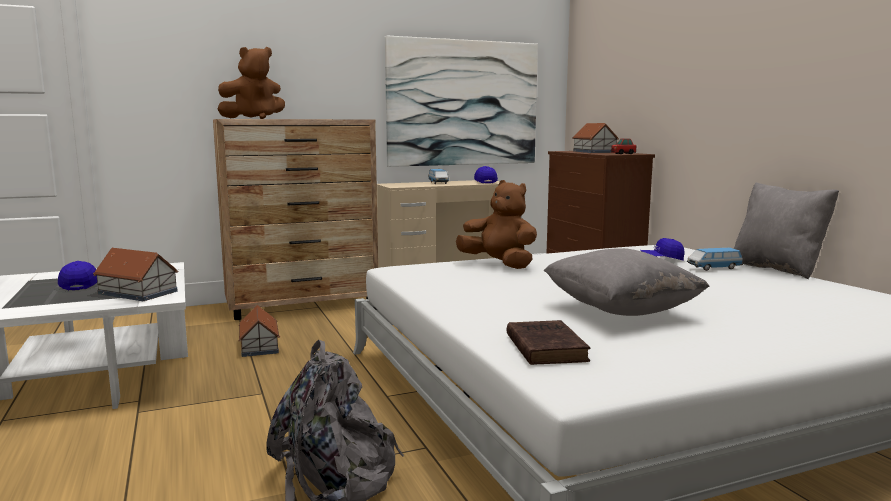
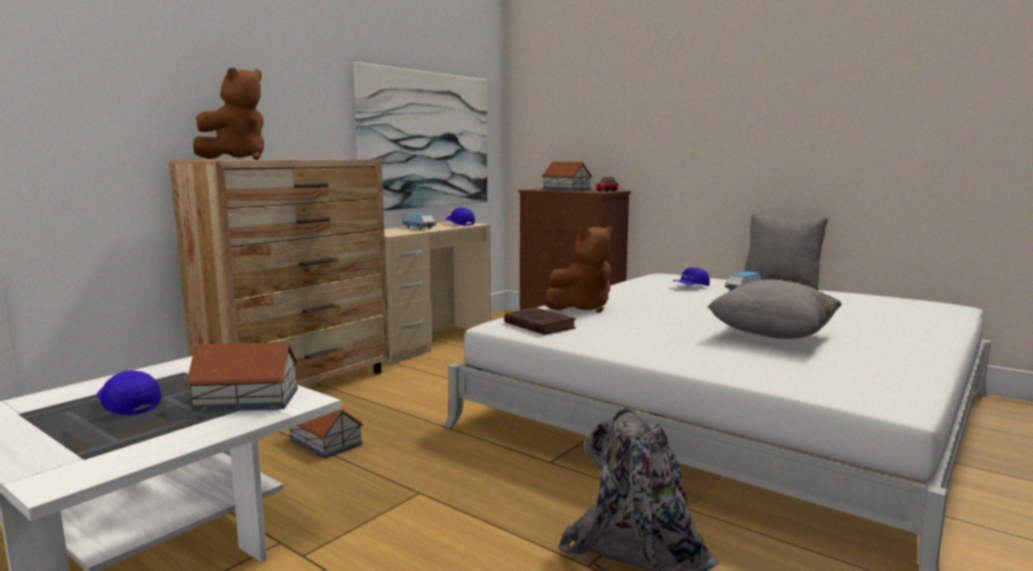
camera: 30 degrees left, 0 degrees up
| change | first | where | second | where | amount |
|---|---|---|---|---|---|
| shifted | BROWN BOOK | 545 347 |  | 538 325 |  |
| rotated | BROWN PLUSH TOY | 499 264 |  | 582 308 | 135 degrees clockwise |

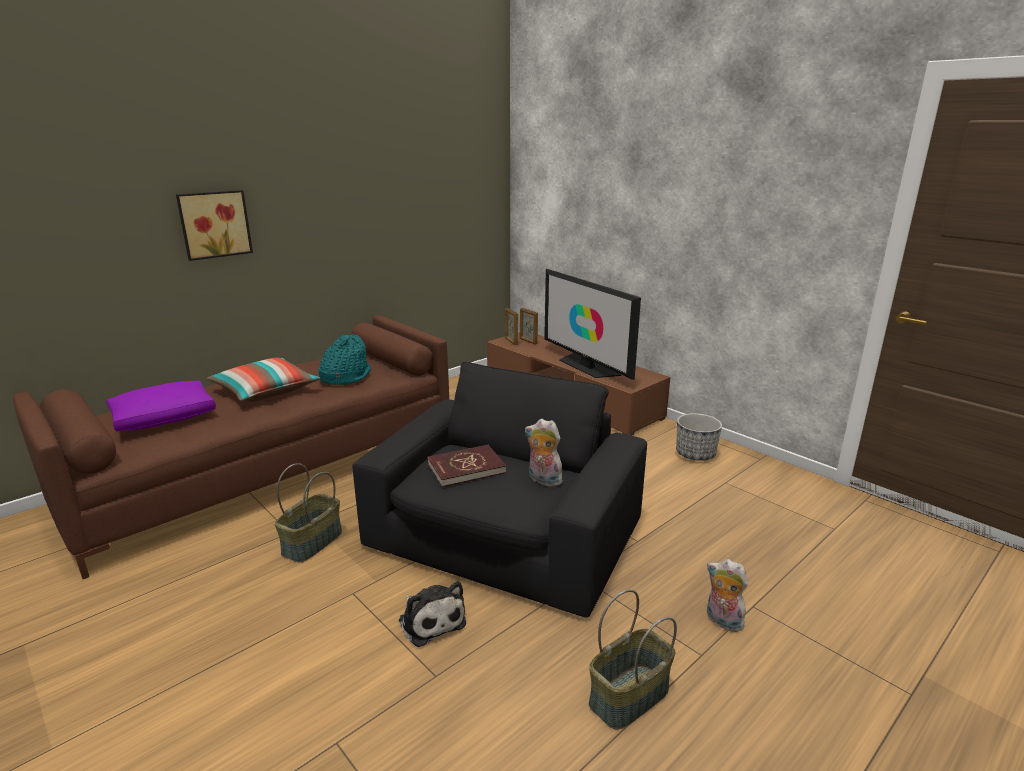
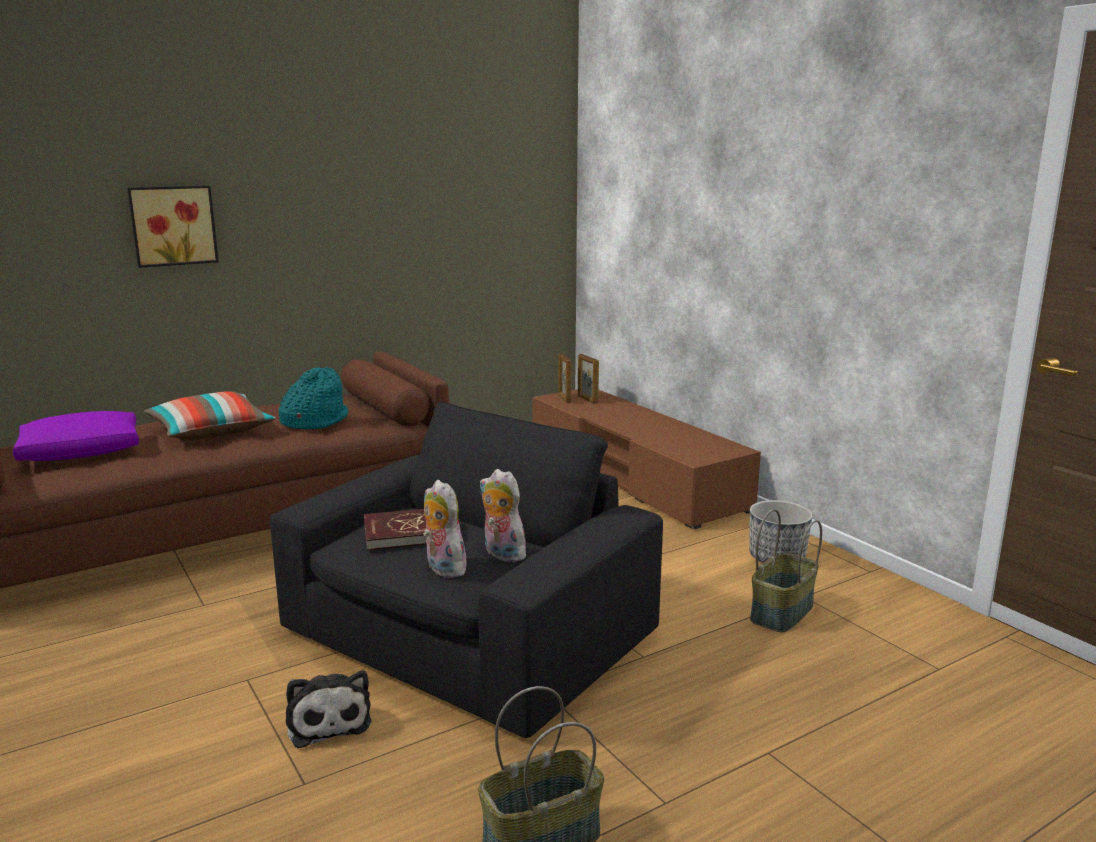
camera: 10 degrees right, 5 degrees down
| change | first | where | second | where | amount |
|---|---|---|---|---|---|
| shifted | PLUSH TOY | 722 621 |  | 442 568 |  |
| shifted | BASKET | 312 543 |  | 782 613 |  |
| gone | TELEVISION | 586 366 |  |  |  |

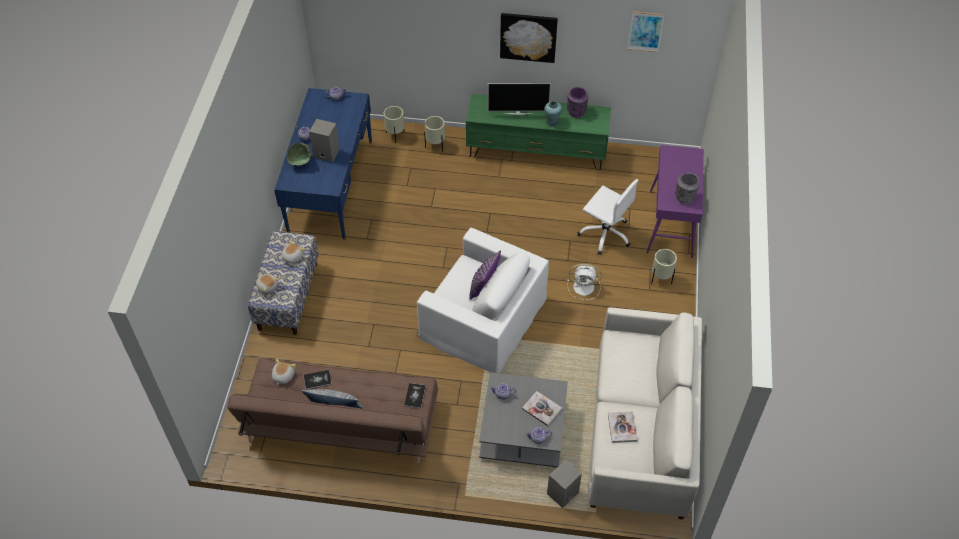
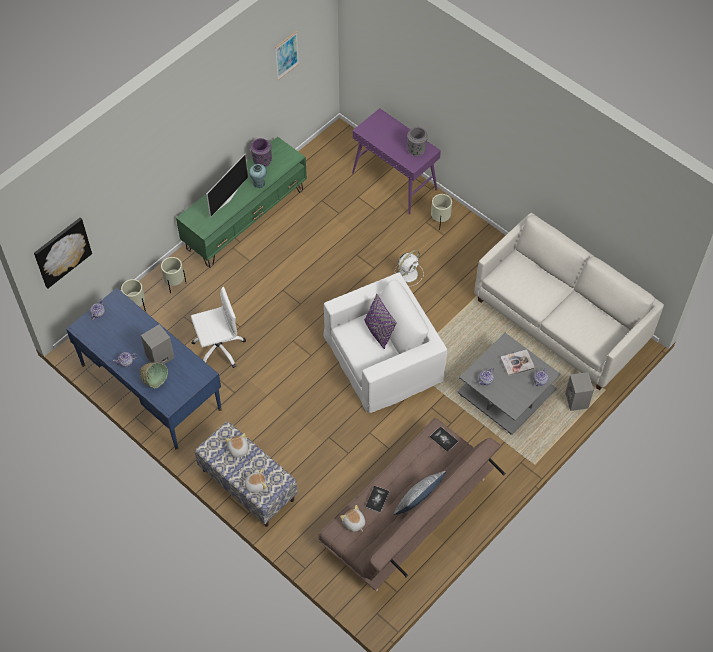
camera: 55 degrees left, 5 degrees up
| change | first | where | second | where | amount |
|---|---|---|---|---|---|
| shifted | PICTURE | 528 37 |  | 62 252 |  |
| shifted | WHITE OFFICE CHAIR | 605 234 |  | 218 348 |  |
| gone | BOOK | 622 427 |  |  |  |

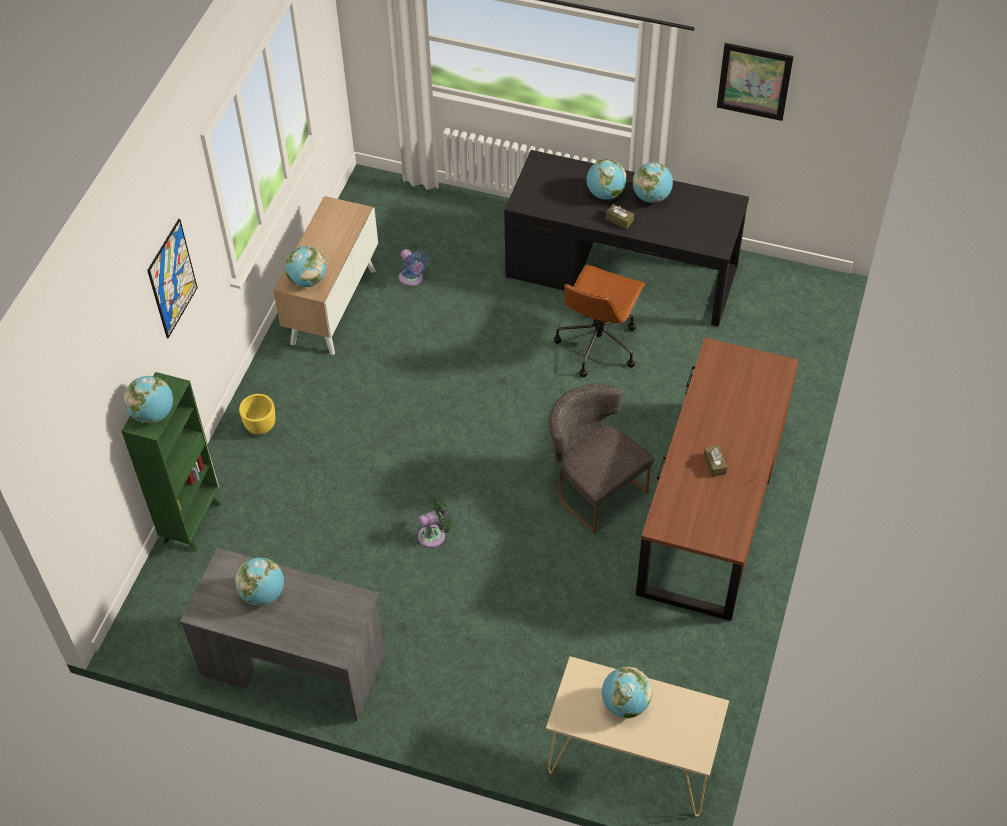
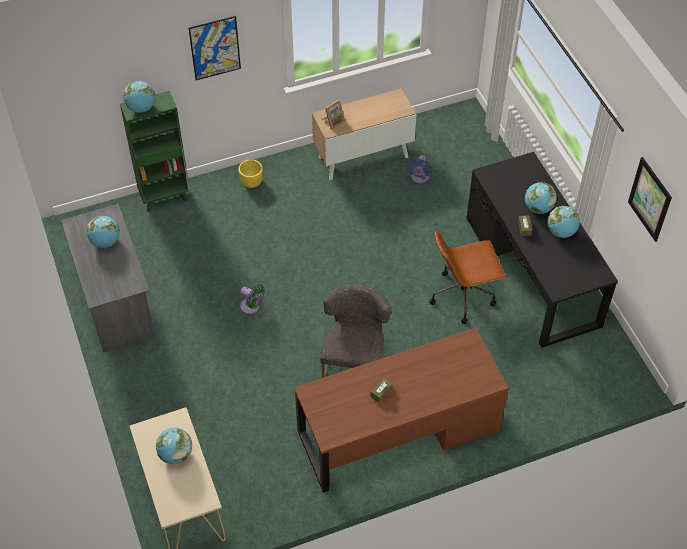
camera: 50 degrees right, 0 degrees up
| change | first | where | second | where | amount |
|---|---|---|---|---|---|
| swapped | GLOBE | 307 280 | PICTURE FRAME | 333 122 |  |

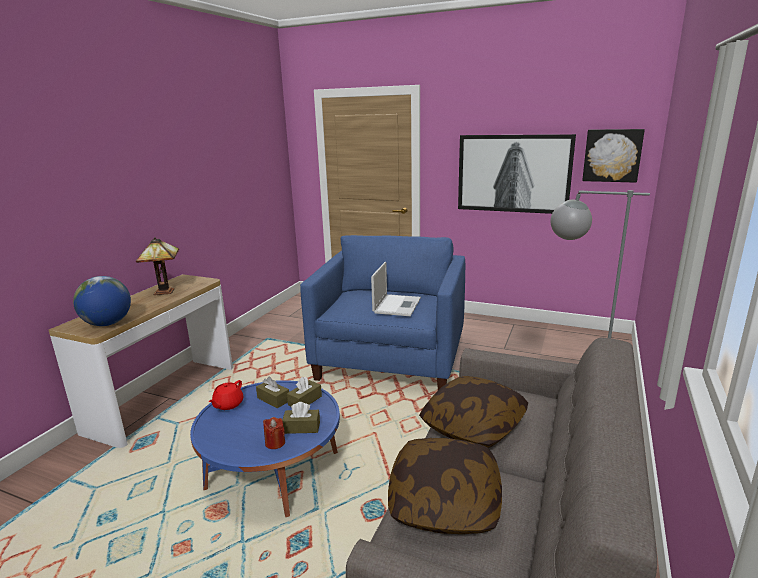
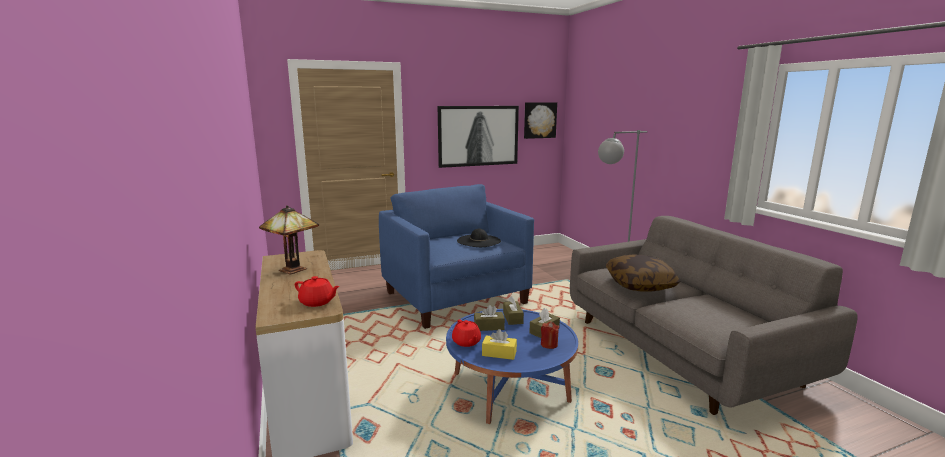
camera: 45 degrees left, 5 degrees down
| change | first | where | second | where | amount |
|---|---|---|---|---|---|
| swapped | GLOBE | 108 324 | RED TEAPOT | 317 302 |  |
| swapped | LAPTOP | 397 305 | BLACK HAT | 478 241 |  |
| new |  |  | YELLOW TISSUE BOX | 499 353 |  |
| gone | PILLOW | 444 501 |  |  |  |

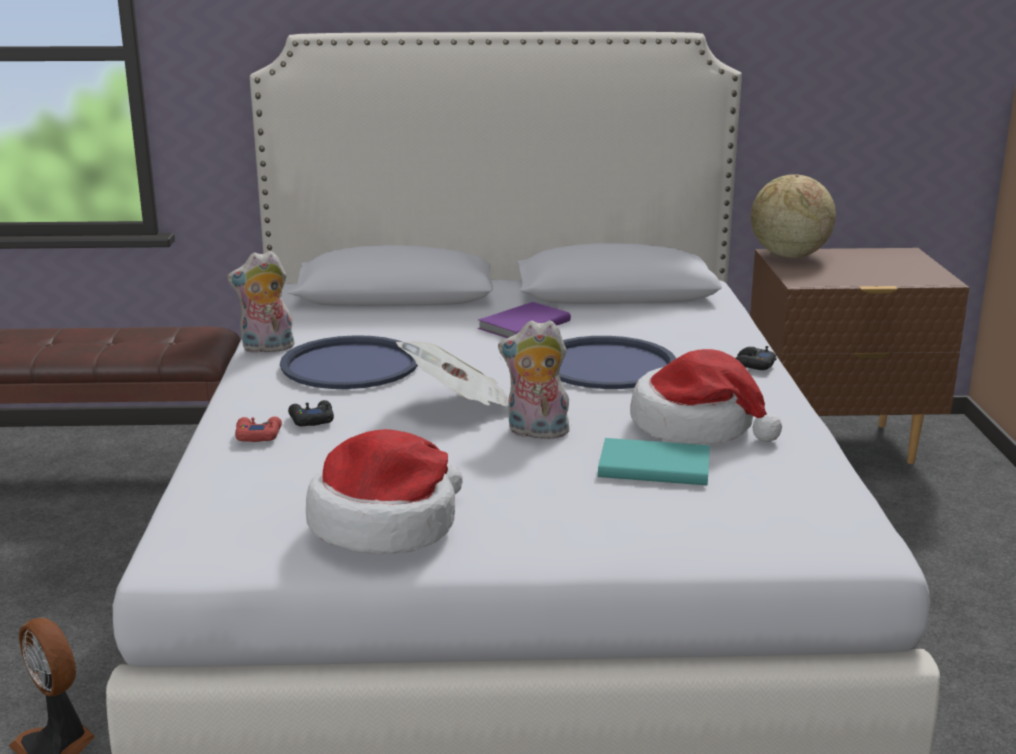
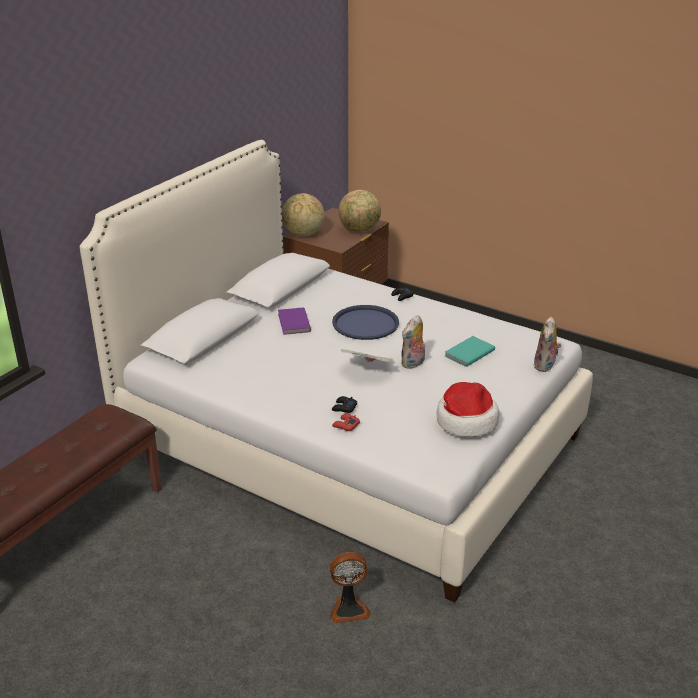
camera: 55 degrees left, 10 degrees up
| change | first | where | second | where | amount |
|---|---|---|---|---|---|
| new |  |  | GLOBE | 359 230 |  |
| shifted | PLUSH TOY | 267 349 |  | 545 366 |  |
| gone | BLUE TRAY | 350 365 |  |  |  |
| gone | HAT | 696 426 |  |  |  |

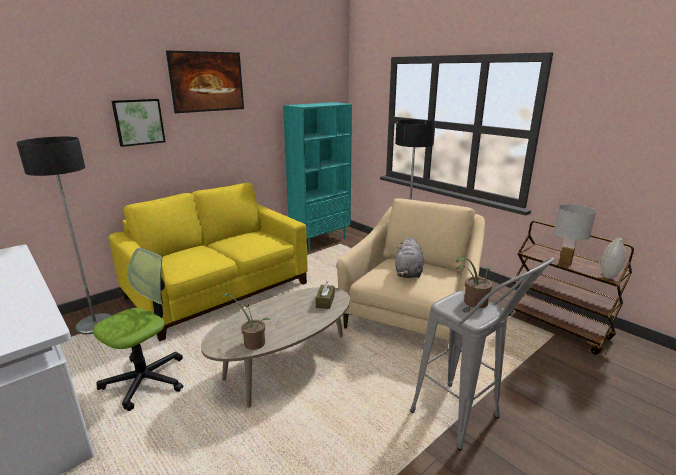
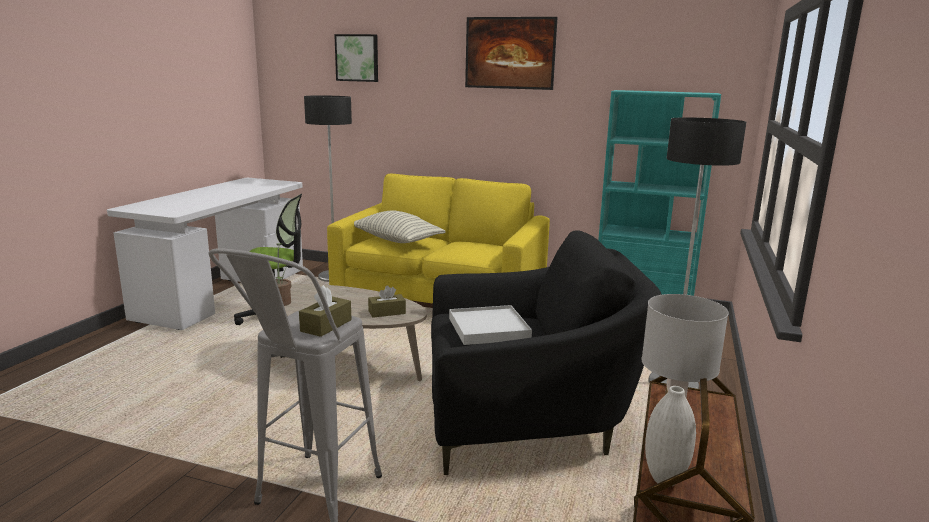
camera: 60 degrees right, 5 degrees down
| change | first | where | second | where | amount |
|---|---|---|---|---|---|
| swapped | POTTED PLANT | 472 303 | BROWN TISSUE BOX | 326 325 |  |
| shifted | PICTURE | 138 122 |  | 357 58 |  |
| new |  |  | PILLOW | 396 240 |  |
| repainted | BEIGE ARMCHAIR | 414 316 | BLACK ARMCHAIR | 524 419 |  |
| swapped | GREY PLUSH TOY | 408 273 | WHITE TRAY | 488 329 |  |

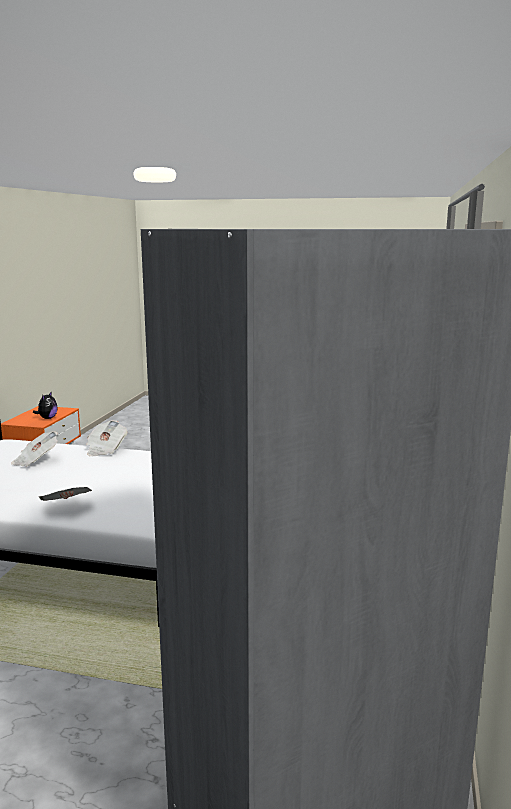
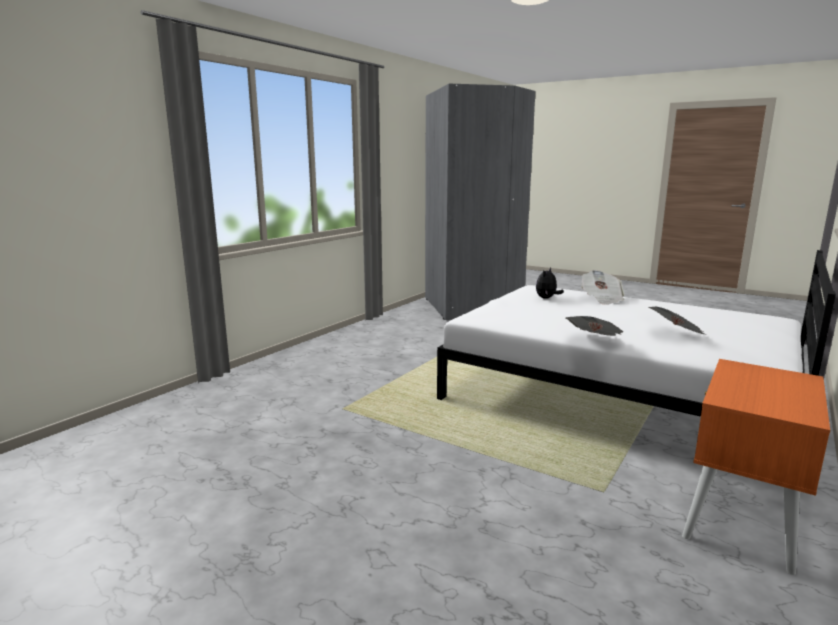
camera: 160 degrees left, 0 degrees up
| change | first | where | second | where | amount |
|---|---|---|---|---|---|
| shifted | PLUSH TOY | 47 418 |  | 547 298 |  |

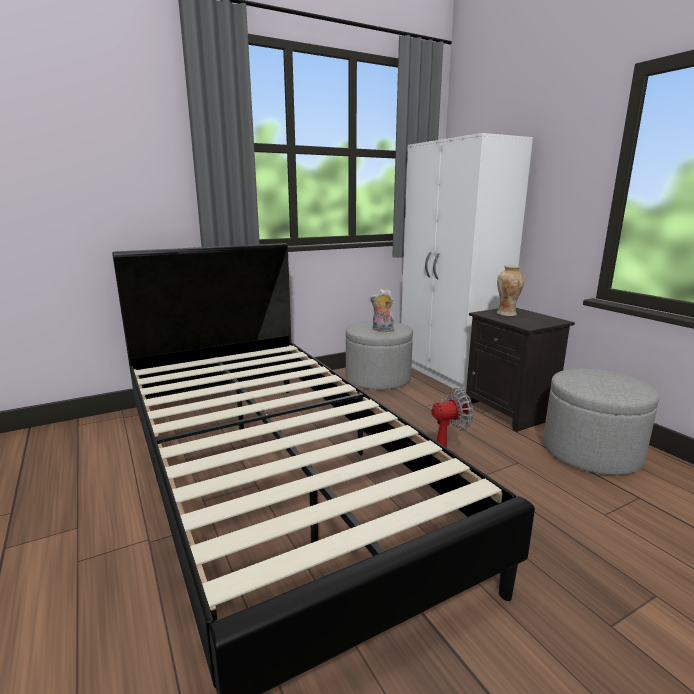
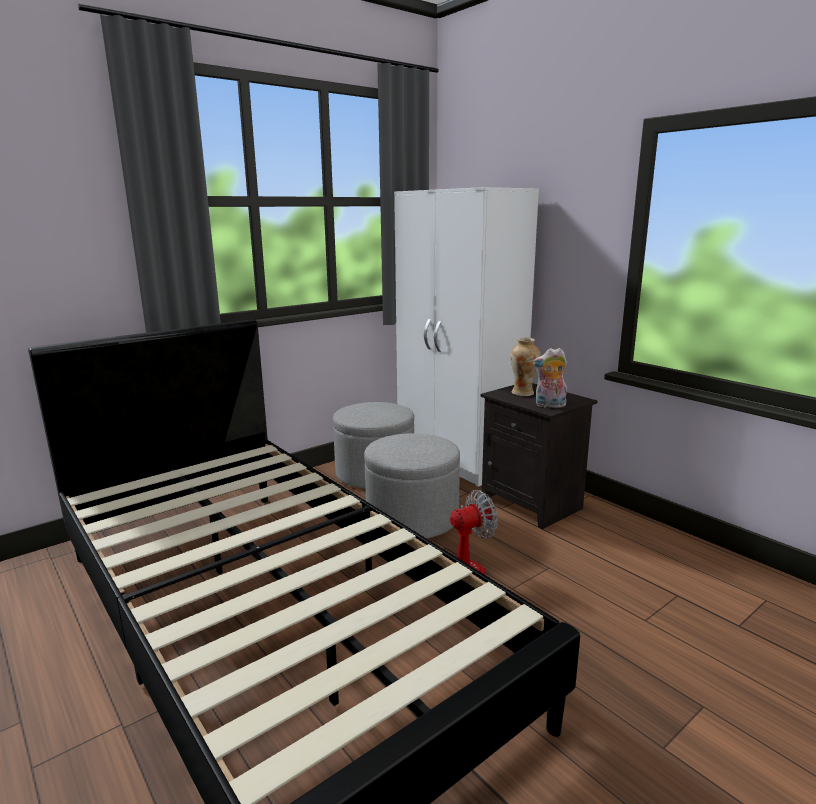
camera: 10 degrees left, 0 degrees up
| change | first | where | second | where | amount |
|---|---|---|---|---|---|
| shifted | GREY OTTOMAN | 591 452 |  | 412 518 |  |
| shifted | PLUSH TOY | 382 330 |  | 549 405 |  |

